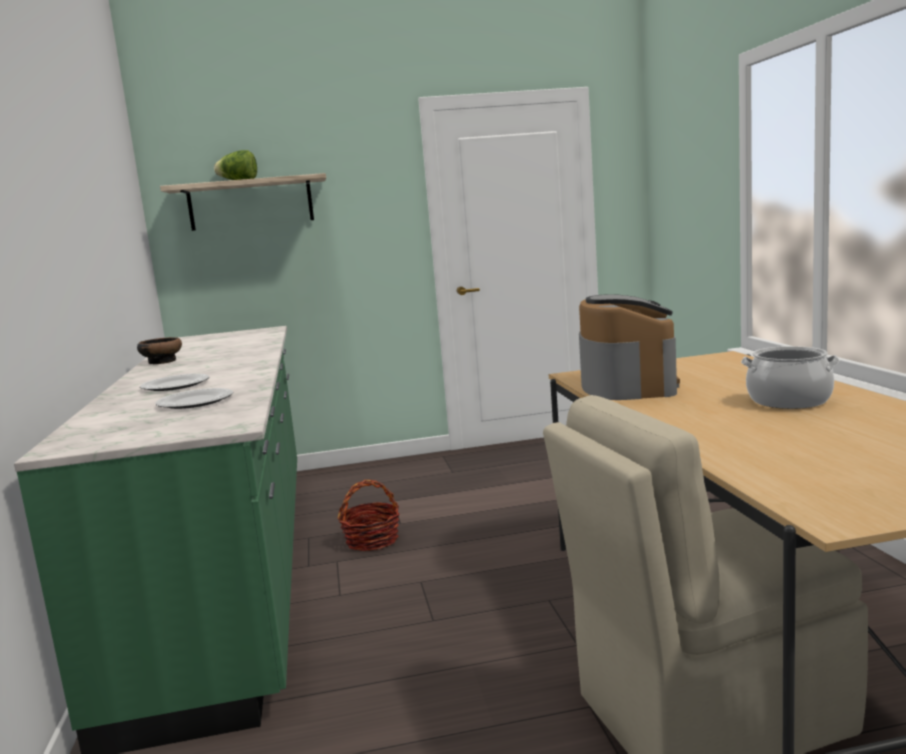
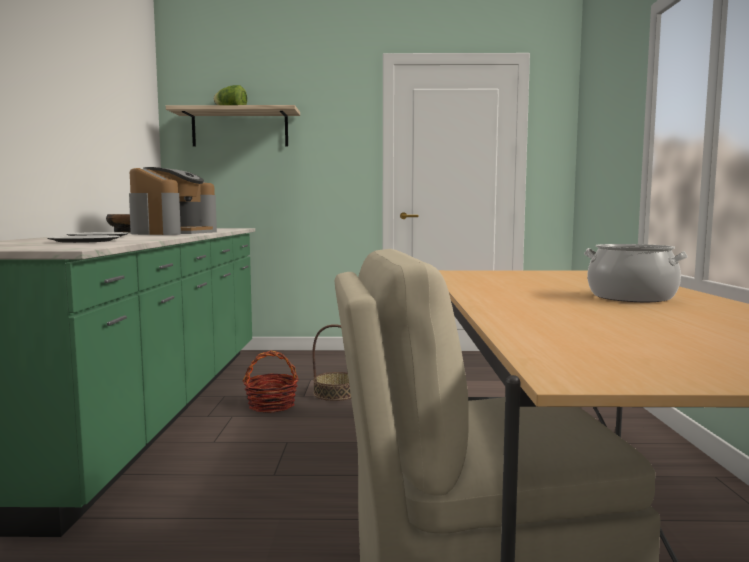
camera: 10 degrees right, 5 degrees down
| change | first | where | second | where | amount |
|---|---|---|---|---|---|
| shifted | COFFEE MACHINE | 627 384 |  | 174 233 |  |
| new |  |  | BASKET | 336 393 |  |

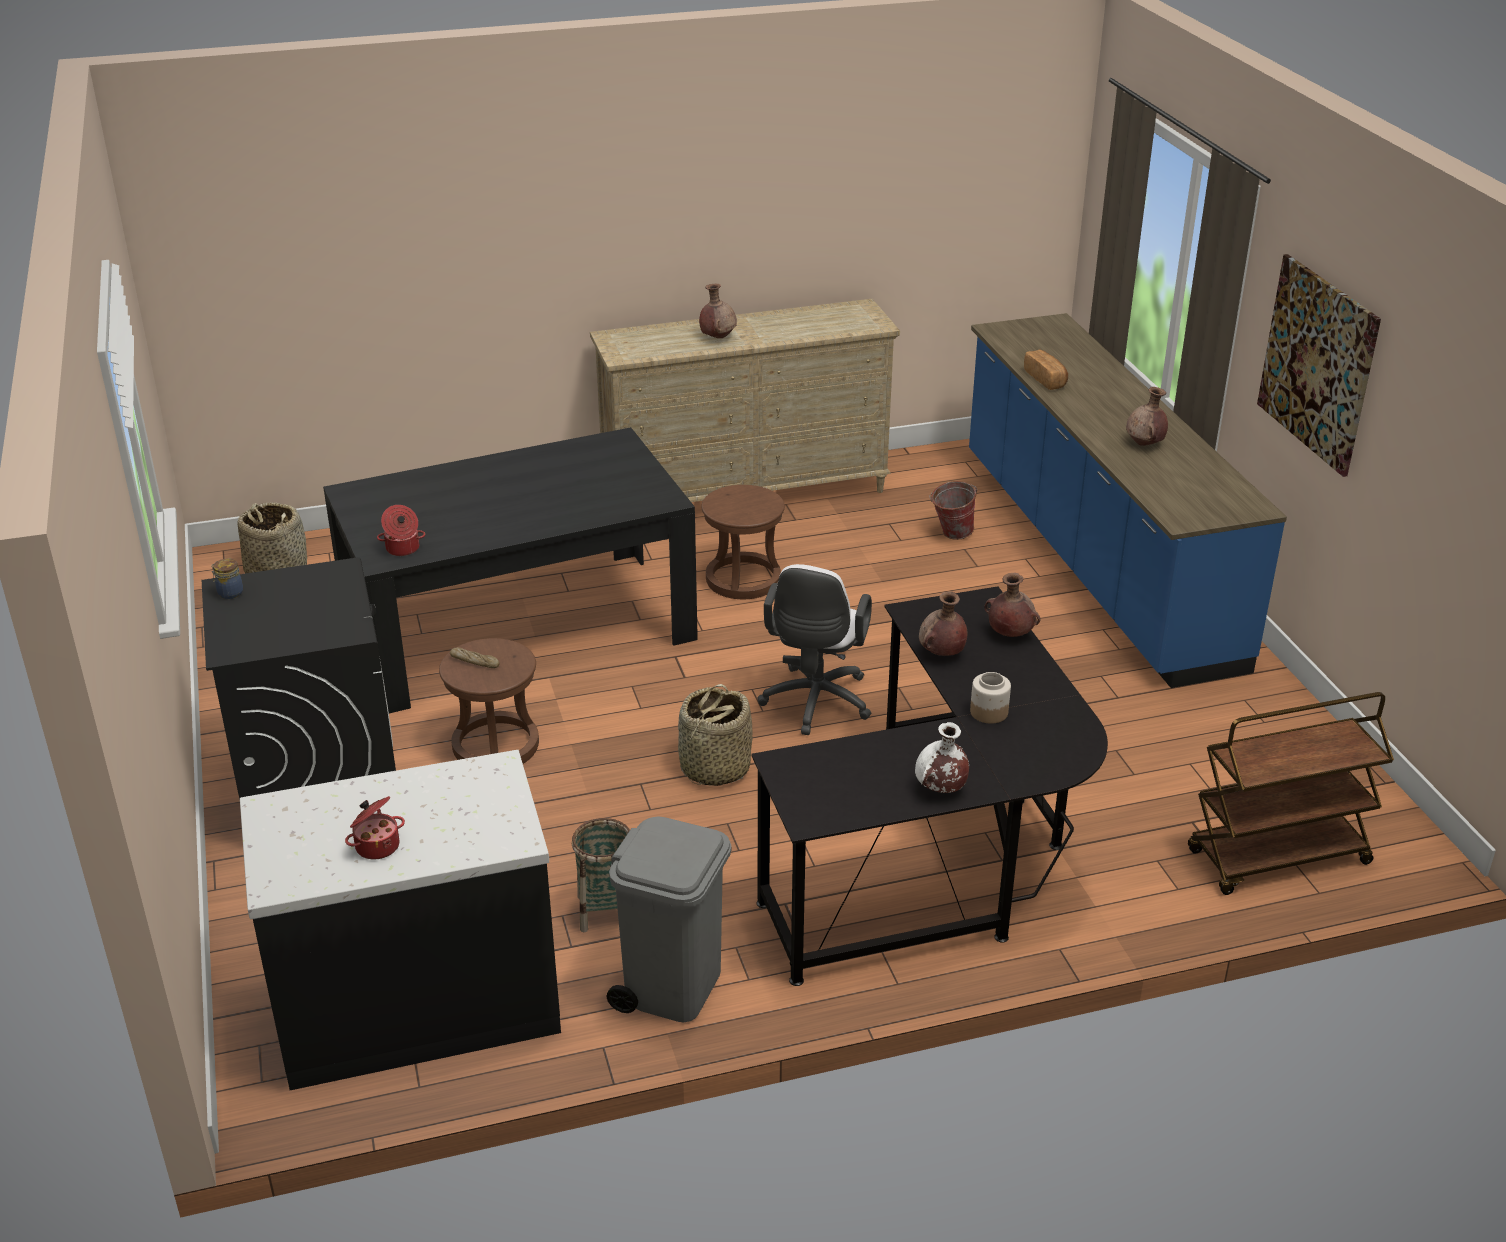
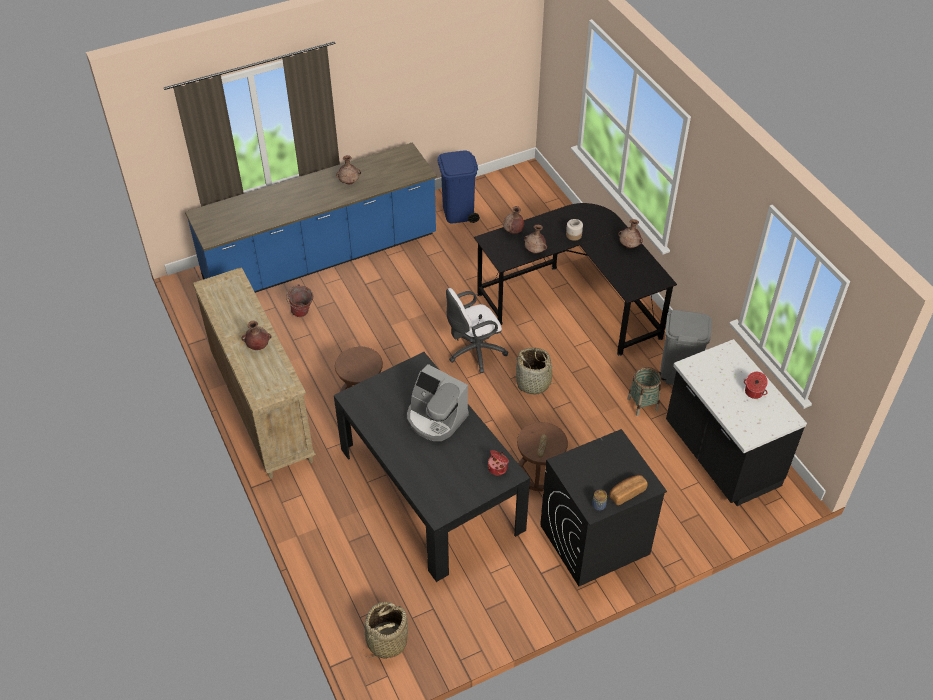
camera: 100 degrees left, 15 degrees up
| change | first | where | second | where | amount |
|---|---|---|---|---|---|
| new |  |  | COFFEE MACHINE | 435 418 |  |
| new |  |  | BLUE TRASH CAN | 458 213 |  |
| rotated | WHITE OFFICE CHAIR | 815 704 |  | 474 352 | 150 degrees clockwise |
| shifted | BREAD | 1046 379 |  | 626 493 |  |
| repainted | WHITE VASE | 940 789 | BROWN VASE | 629 246 |  |
| gone | BROWN CART | 1277 859 |  |  |  |
| gone | PICTURE | 1318 363 |  |  |  |

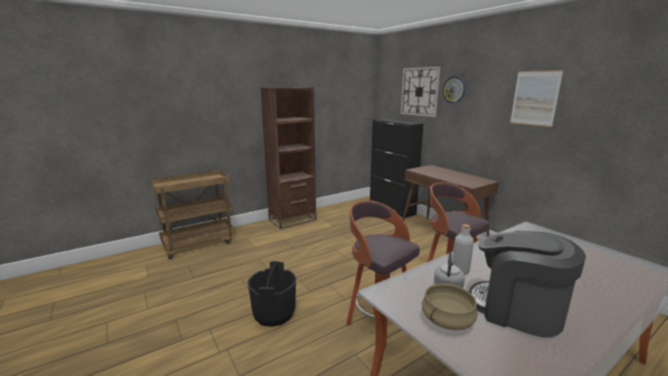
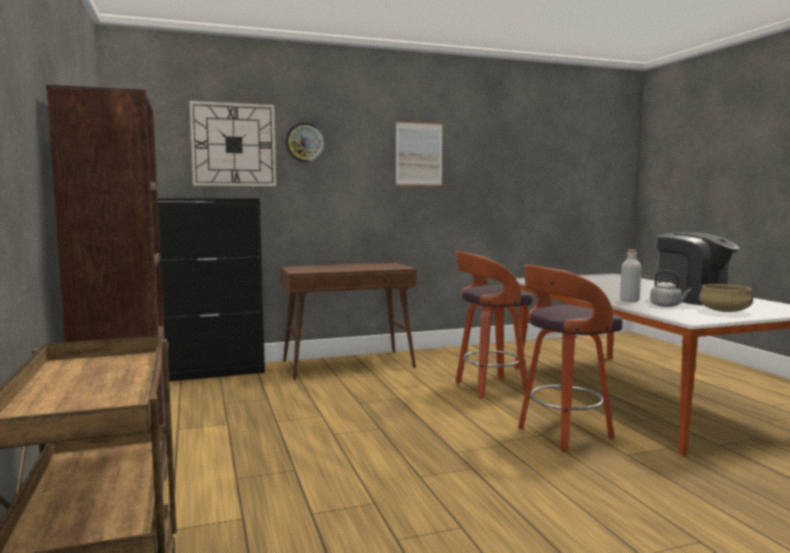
camera: 75 degrees left, 10 degrees down
| change | first | where | second | where | amount |
|---|---|---|---|---|---|
| rotated | COFFEE MACHINE | 517 310 |  | 693 299 | 90 degrees counterclockwise |
| gone | BLACK BUCKET | 274 313 |  |  |  |

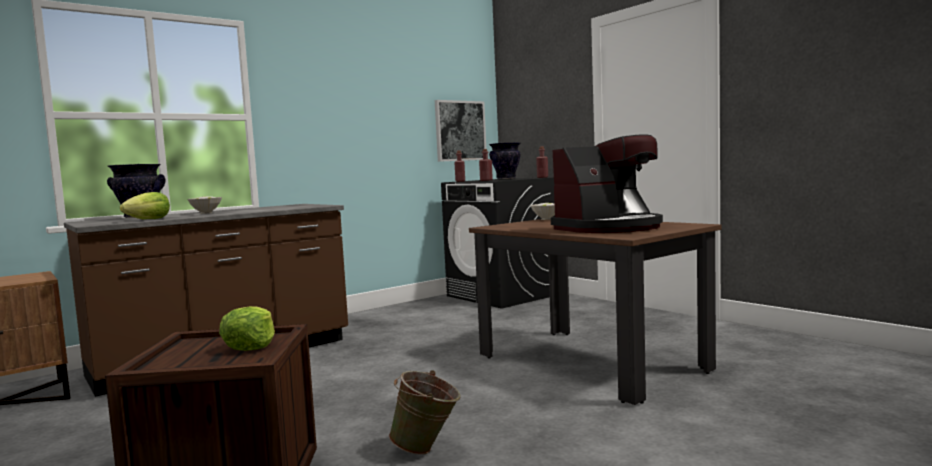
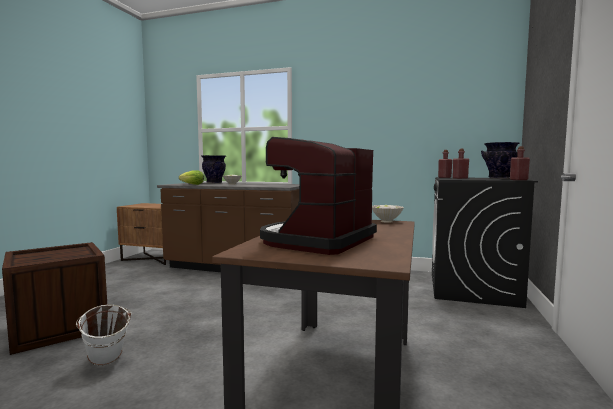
camera: 55 degrees right, 0 degrees up
| change | first | where | second | where | amount |
|---|---|---|---|---|---|
| repainted | GREEN BUCKET | 427 449 | WHITE BUCKET | 106 363 |  |
| rotated | COFFEE MACHINE | 609 228 |  | 317 241 | 90 degrees clockwise |
| gone | LETTUCE | 251 346 |  |  |  |
| gone | PICTURE | 460 131 |  |  |  |

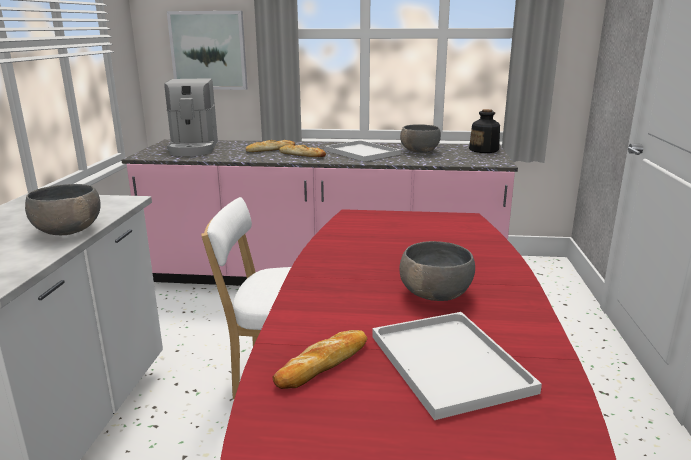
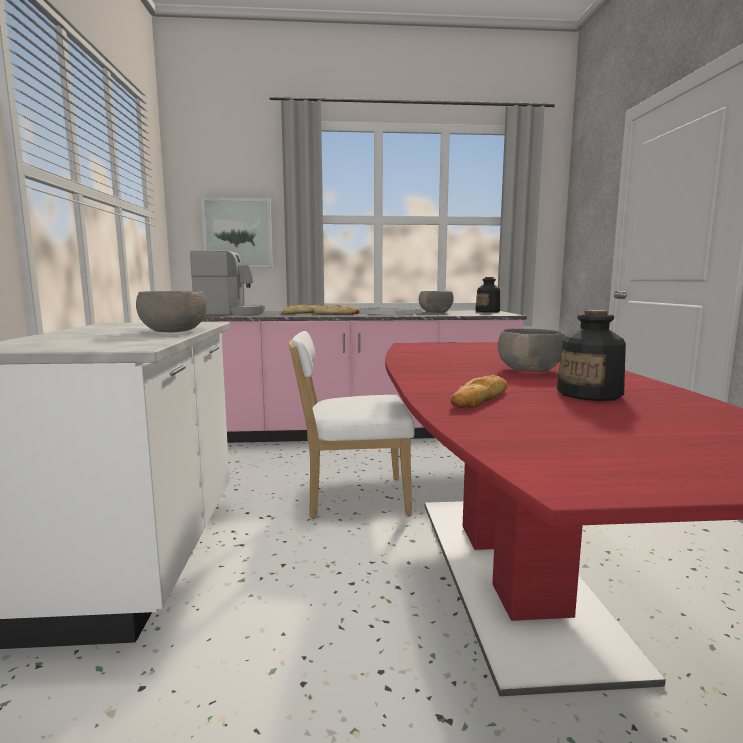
camera: 10 degrees left, 10 degrees down
| change | first | where | second | where | amount |
|---|---|---|---|---|---|
| rotated | COFFEE MACHINE | 194 148 |  | 230 313 | 75 degrees counterclockwise |
| swapped | WHITE TRAY | 452 364 | BOTTLE | 590 394 |  |

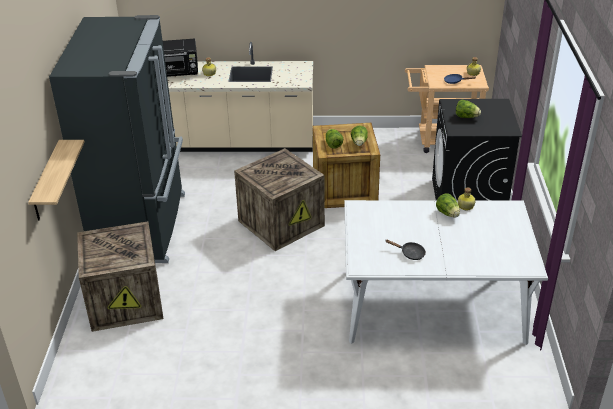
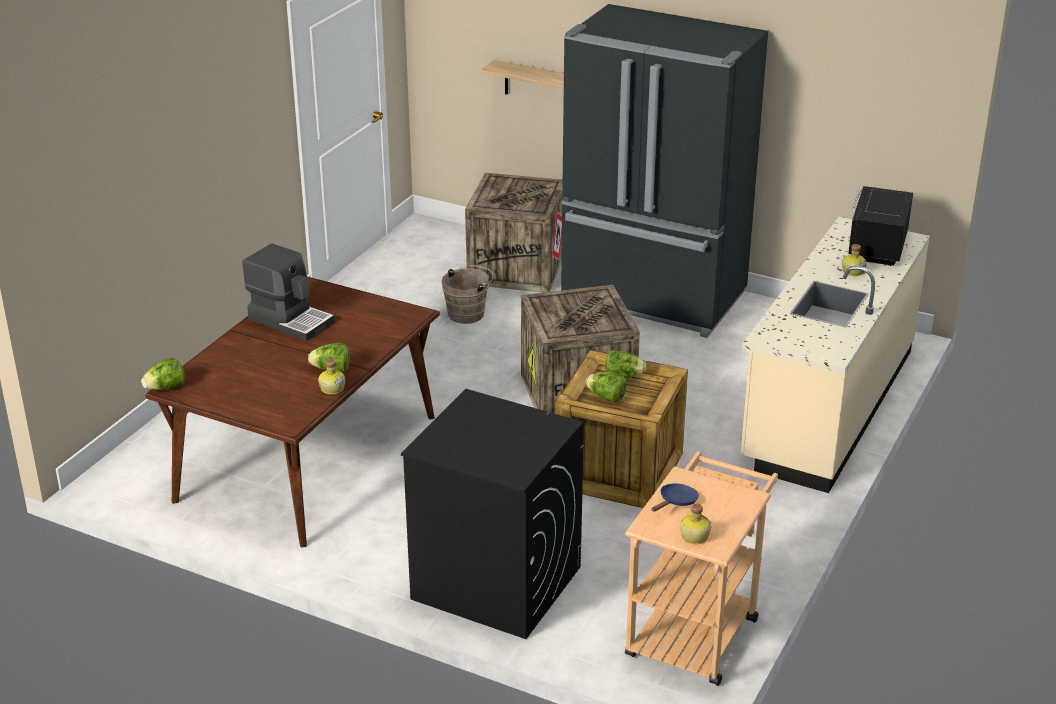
camera: 115 degrees right, 5 degrees down
| change | first | where | second | where | amount |
|---|---|---|---|---|---|
| shifted | LETTUCE | 466 117 |  | 166 388 |  |
| repainted | WHITE DINING TABLE | 432 305 | BROWN DINING TABLE | 308 457 |  |
| swapped | BLACK FRYING PAN | 410 253 | COFFEE MACHINE | 291 320 |  |
| new |  |  | BROWN BUCKET | 468 313 |  |

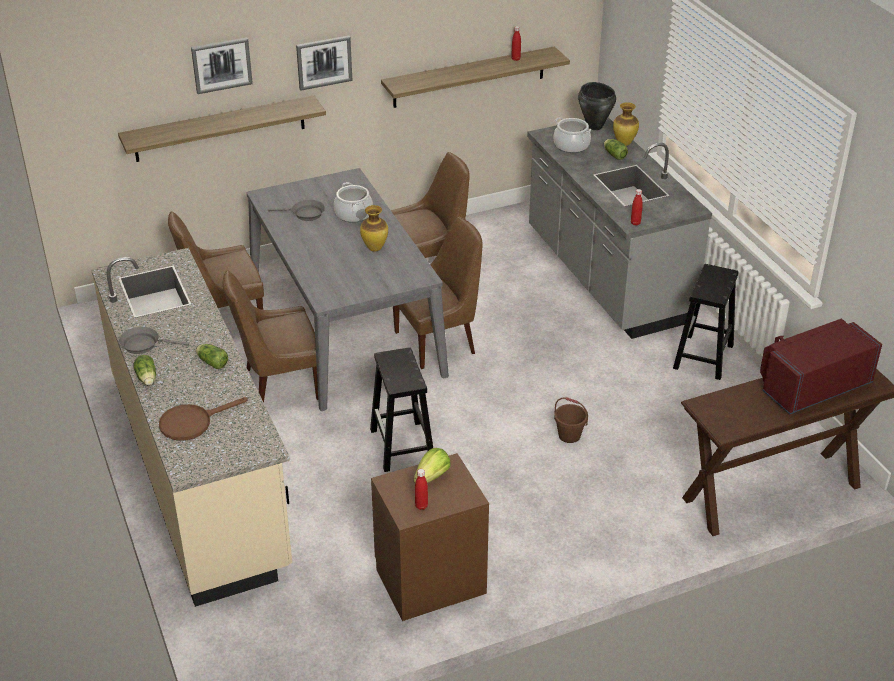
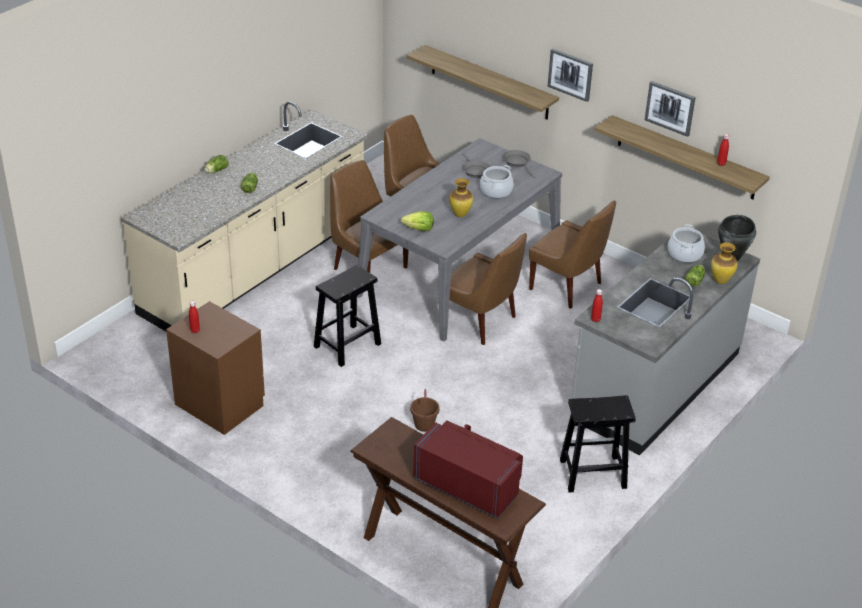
camera: 60 degrees right, 0 degrees up
| change | first | where | second | where | amount |
|---|---|---|---|---|---|
| shifted | LETTUCE | 432 477 |  | 419 229 |  |
| shifted | GREY FRYING PAN | 144 345 |  | 518 163 |  |
| shifted | PICTURE | 221 65 |  | 670 108 |  |
| gone | BROWN FRYING PAN | 192 422 |  |  |  |

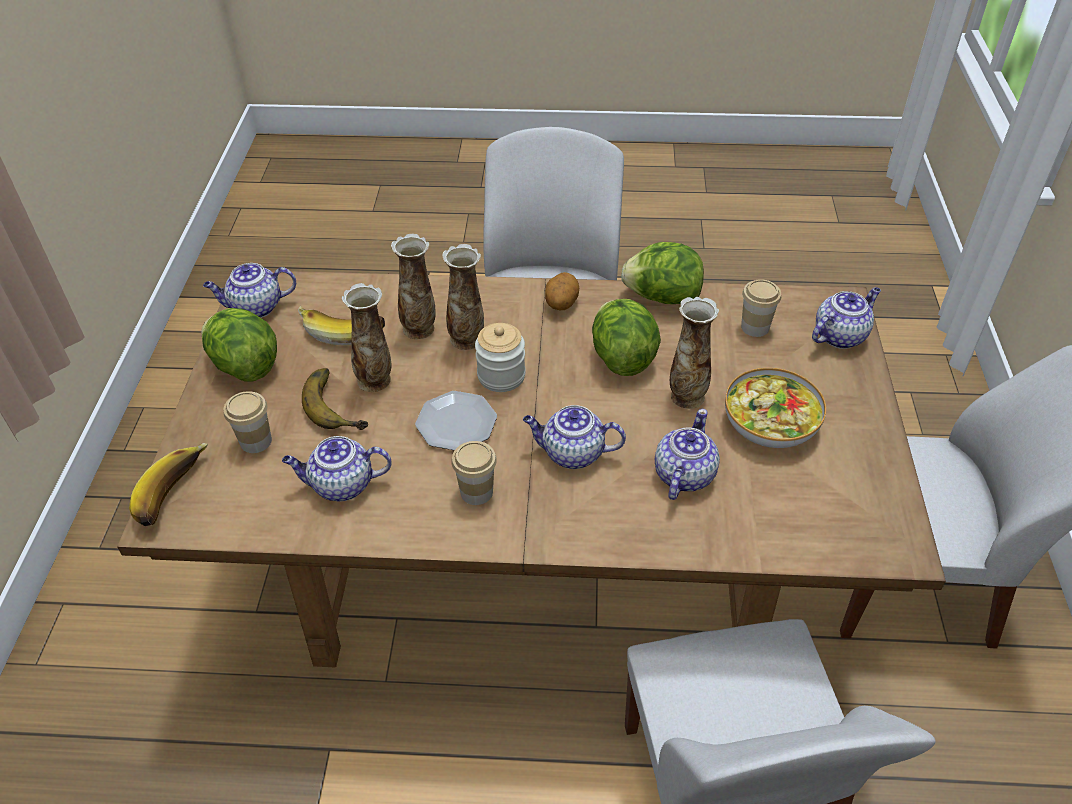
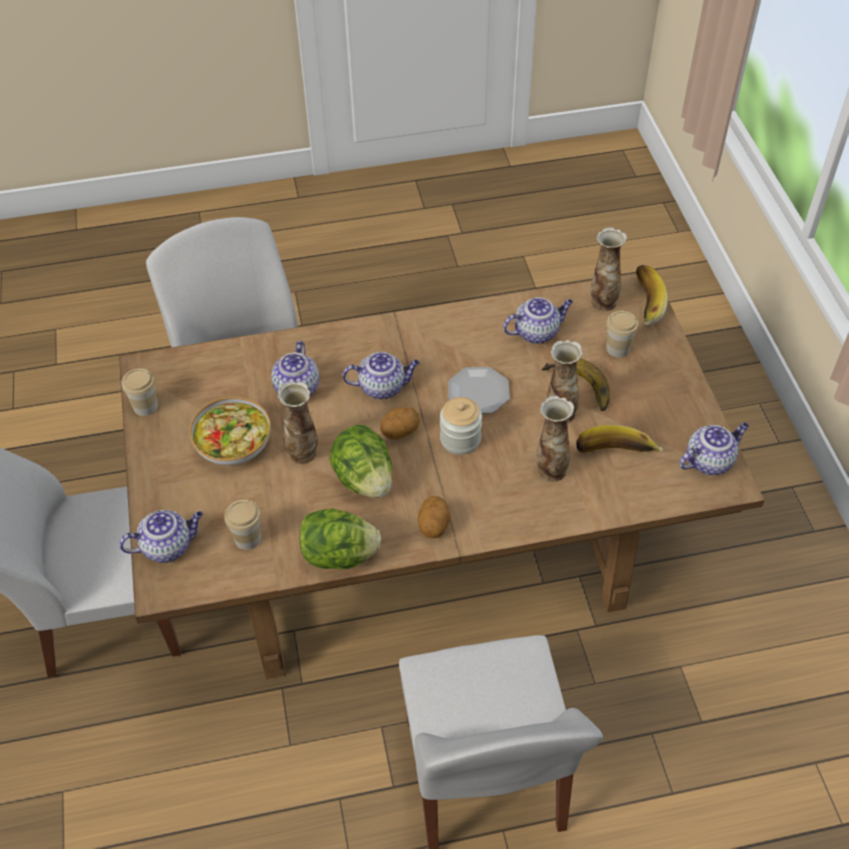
camera: 165 degrees right, 5 degrees up
| change | first | where | second | where | amount |
|---|---|---|---|---|---|
| rotated | TEAPOT | 840 335 |  | 168 546 | 150 degrees counterclockwise |
| shifted | CUP | 476 492 |  | 145 406 |  |
| new |  |  | POTATO | 400 432 |  |
| shifted | VASE | 467 340 |  | 603 302 |  |
| gone | LETTUCE | 244 366 |  |  |  |

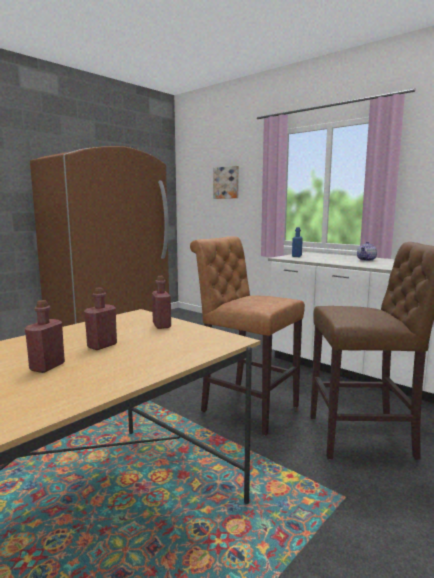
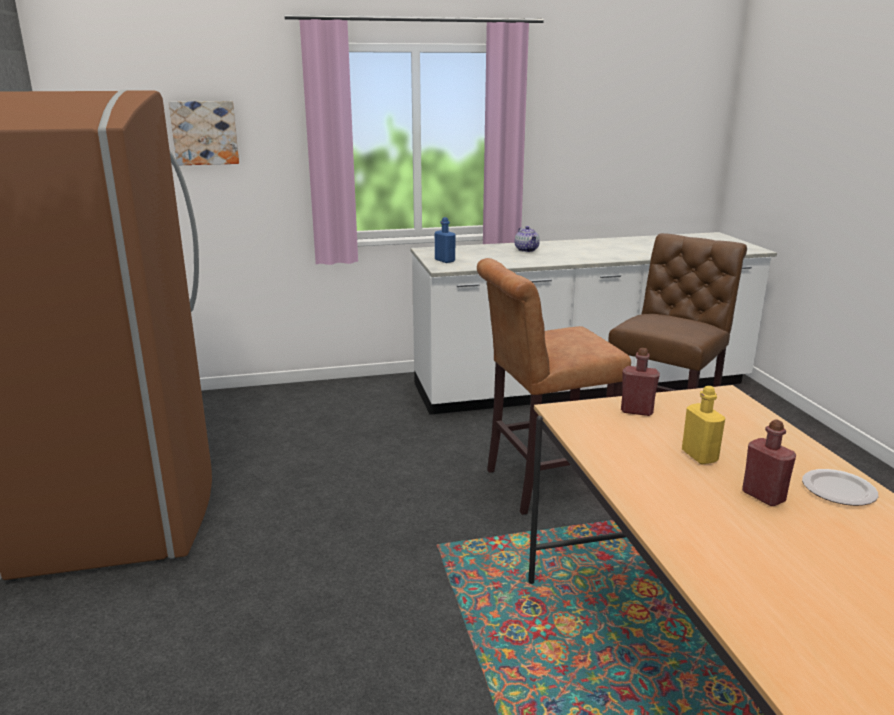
camera: 55 degrees left, 10 degrees up
| change | first | where | second | where | amount |
|---|---|---|---|---|---|
| repainted | RED BOTTLE | 102 345 | YELLOW BOTTLE | 699 456 |  |
| new |  |  | PLATE | 839 490 |  |

